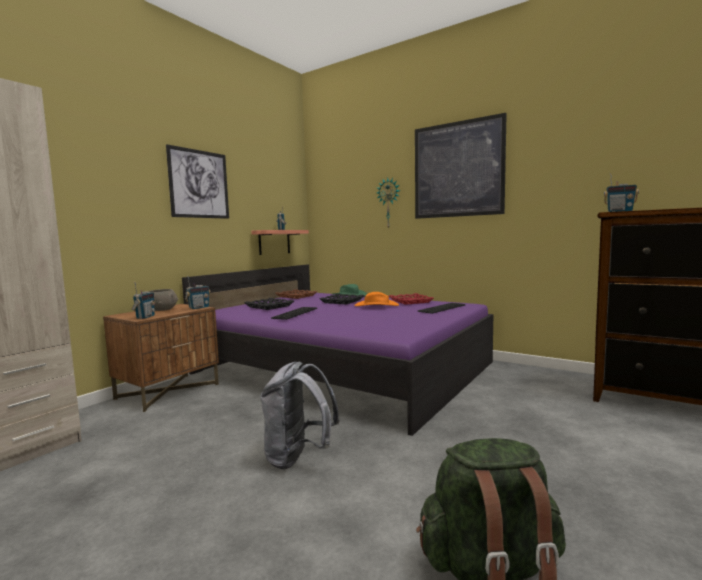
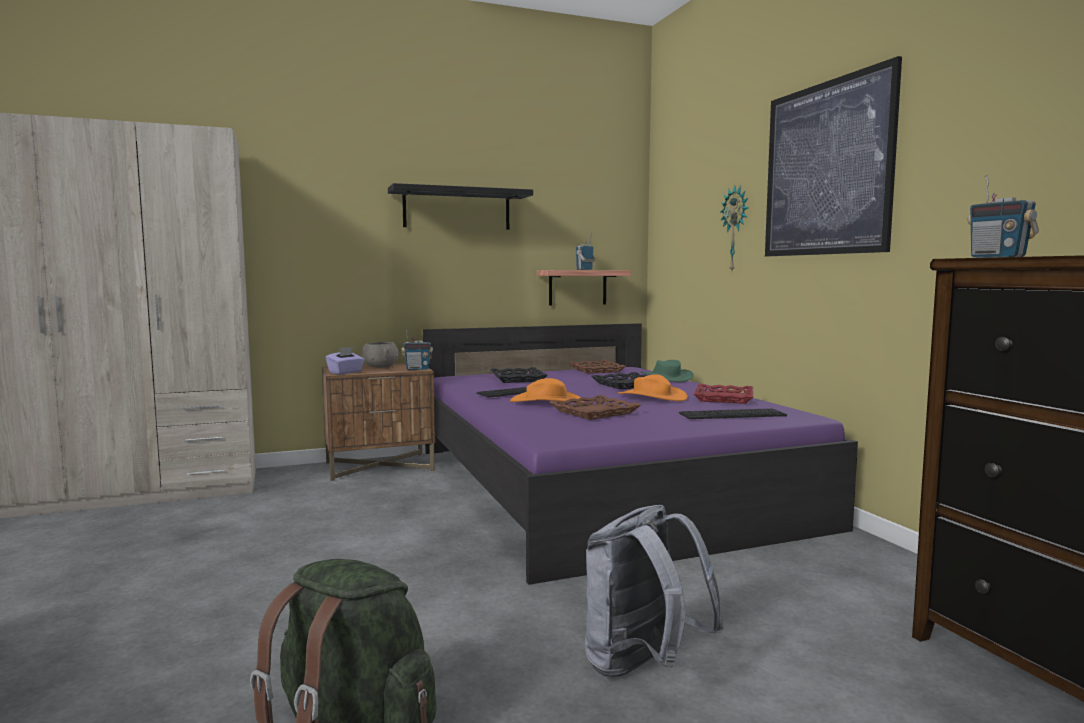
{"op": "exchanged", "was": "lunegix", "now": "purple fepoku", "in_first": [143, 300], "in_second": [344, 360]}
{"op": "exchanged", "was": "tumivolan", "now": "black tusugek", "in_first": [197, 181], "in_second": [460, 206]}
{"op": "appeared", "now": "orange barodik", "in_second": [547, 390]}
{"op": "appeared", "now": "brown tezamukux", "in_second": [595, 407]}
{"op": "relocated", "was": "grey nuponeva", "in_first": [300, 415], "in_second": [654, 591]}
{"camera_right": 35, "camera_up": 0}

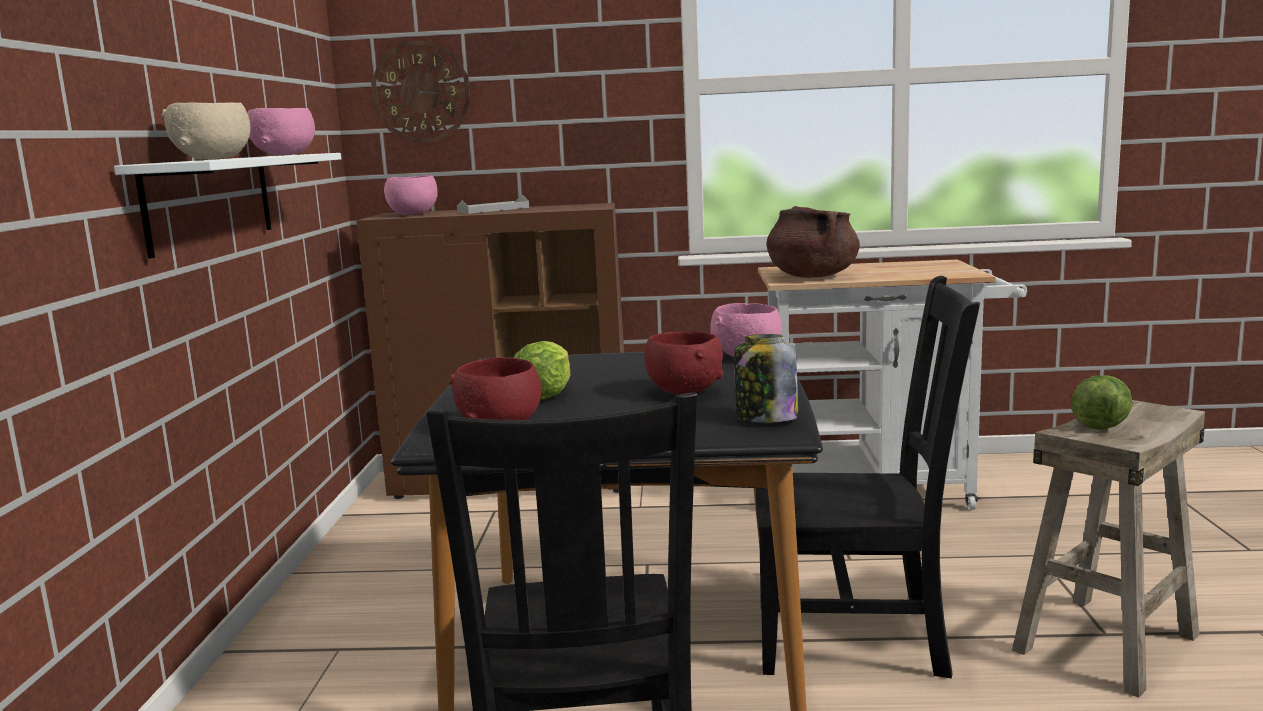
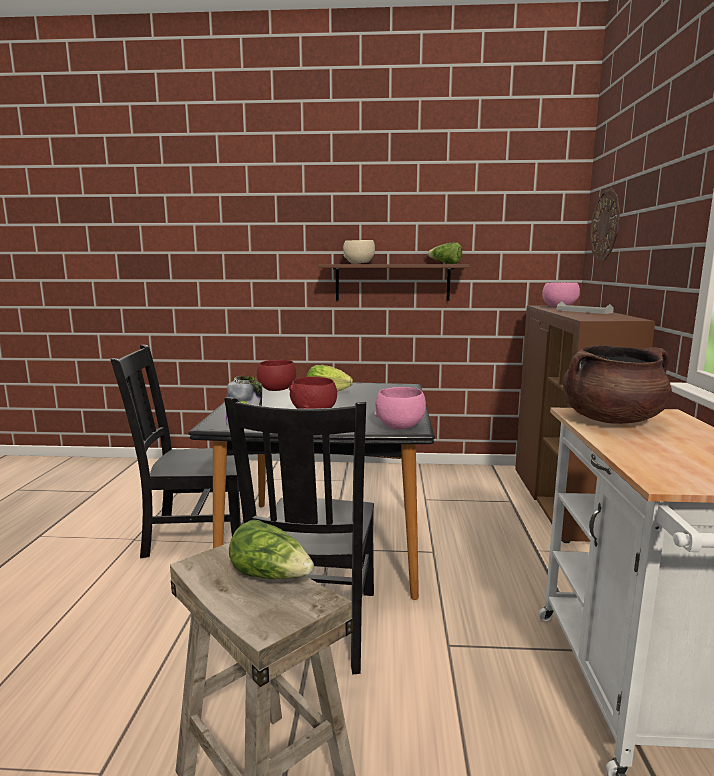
{"op": "colour", "was": "white tusugek", "now": "brown tusugek", "in_first": [227, 206], "in_second": [394, 282]}
{"op": "exchanged", "was": "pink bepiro", "now": "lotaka", "in_first": [281, 131], "in_second": [444, 253]}
{"camera_right": 90, "camera_up": 0}

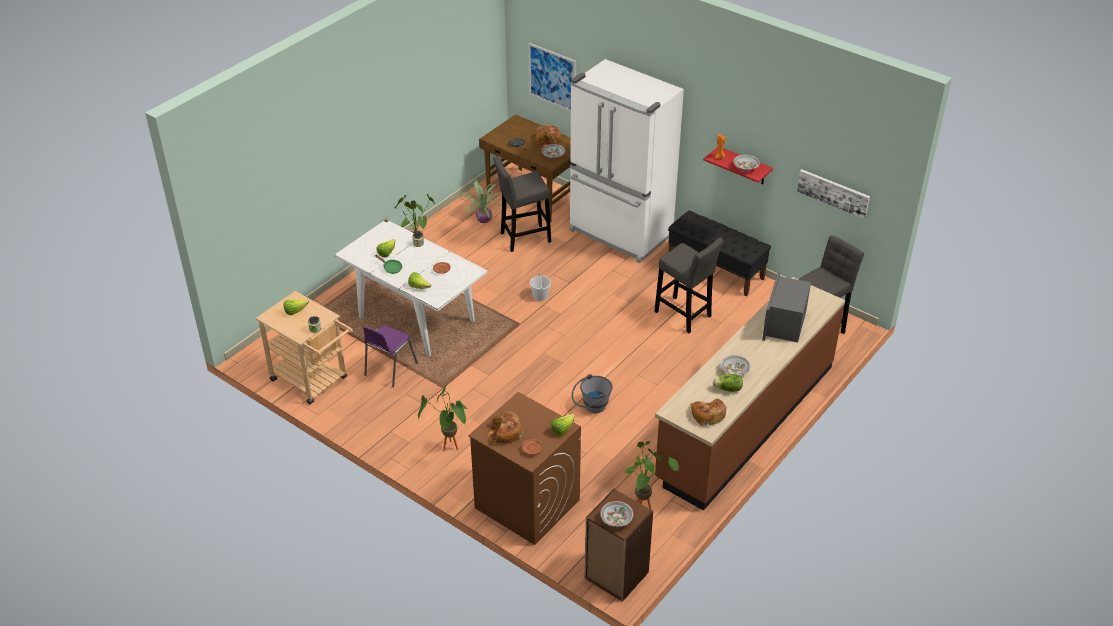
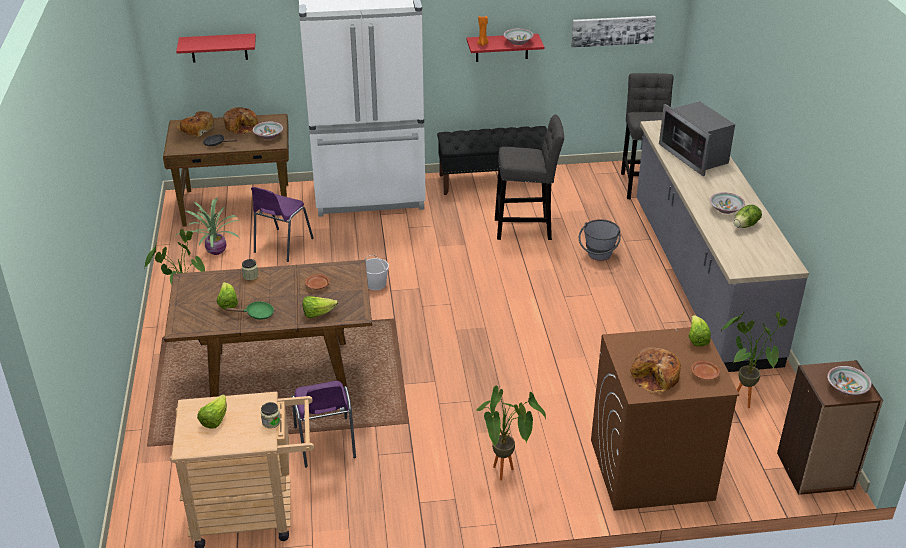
{"op": "colour", "was": "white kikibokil", "now": "brown kikibokil", "in_first": [411, 288], "in_second": [268, 328]}
{"op": "exchanged", "was": "tumivolan", "now": "red tusugek", "in_first": [552, 77], "in_second": [216, 47]}
{"op": "relocated", "was": "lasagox", "in_first": [708, 412], "in_second": [195, 123]}
{"op": "exchanged", "was": "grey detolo", "now": "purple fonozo", "in_first": [522, 204], "in_second": [282, 224]}
{"op": "relocated", "was": "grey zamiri", "in_first": [592, 393], "in_second": [600, 240]}
{"op": "colour", "was": "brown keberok", "now": "grey keberok", "in_first": [750, 394], "in_second": [722, 246]}
{"camera_right": -45, "camera_up": -5}

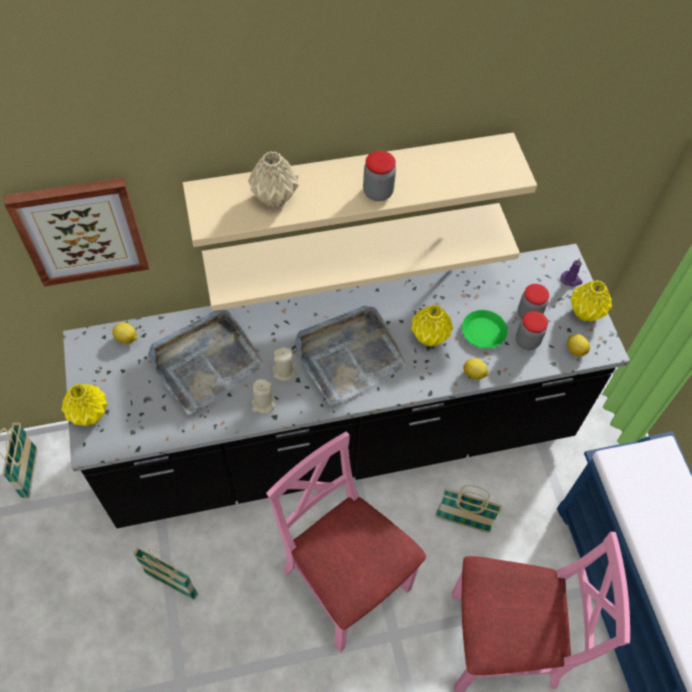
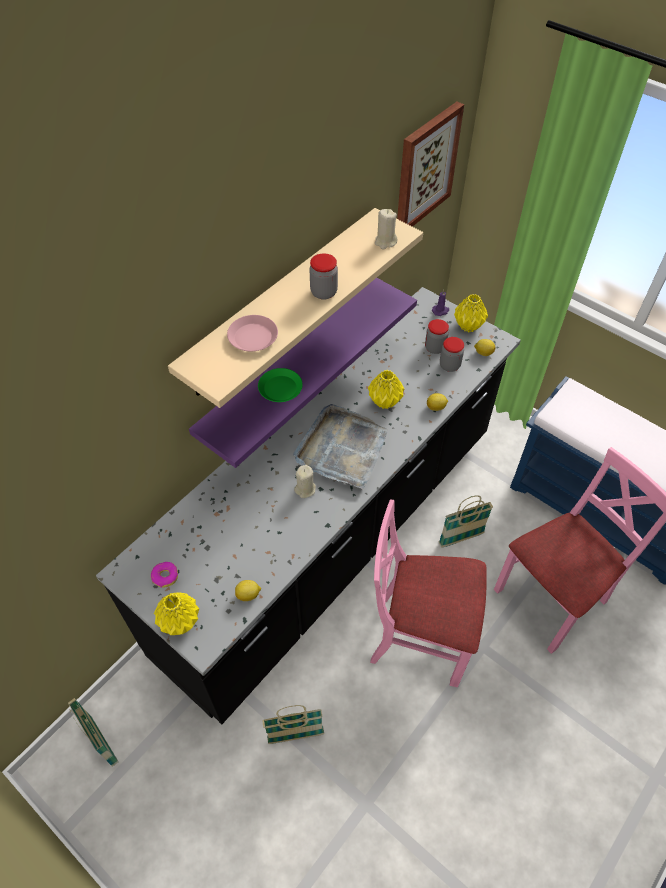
{"op": "appeared", "now": "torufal", "in_second": [164, 575]}
{"op": "colour", "was": "beige tusugek", "now": "purple tusugek", "in_first": [361, 257], "in_second": [303, 373]}
{"op": "exchanged", "was": "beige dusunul", "now": "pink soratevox", "in_first": [273, 179], "in_second": [252, 333]}
{"op": "relocated", "was": "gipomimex", "in_first": [124, 333], "in_second": [248, 590]}
{"op": "relocated", "was": "green soratevox", "in_first": [484, 329], "in_second": [280, 385]}
{"op": "relocated", "was": "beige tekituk", "in_first": [263, 396], "in_second": [386, 229]}
{"op": "relocated", "was": "tumivolan", "in_first": [76, 232], "in_second": [430, 164]}
{"op": "missing", "was": "grey tezamukux", "in_first": [206, 362]}
{"camera_right": -35, "camera_up": -5}

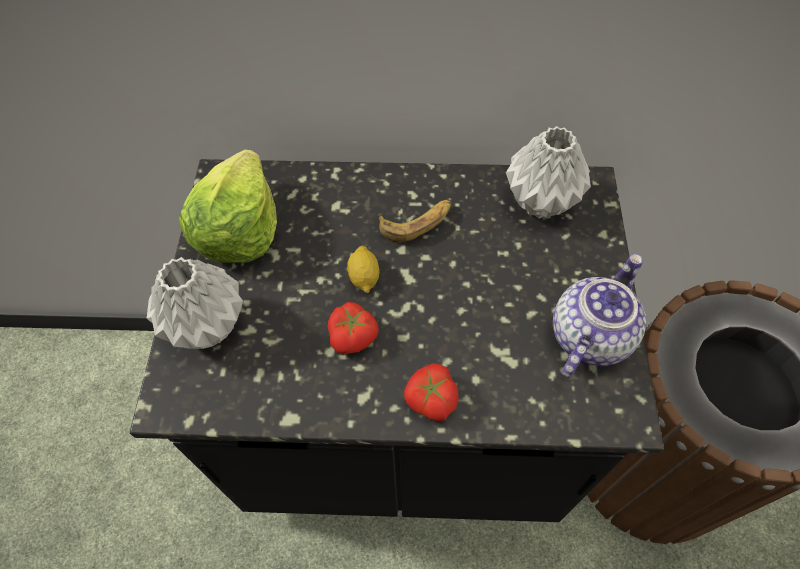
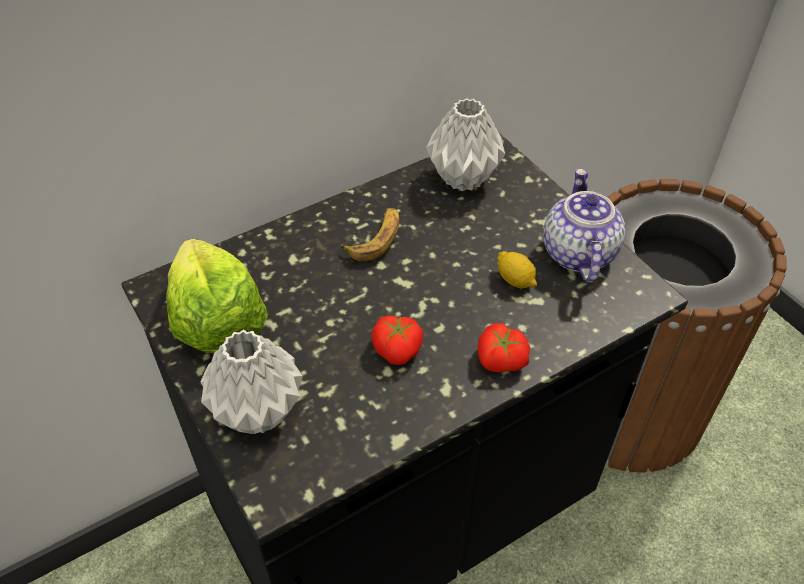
{"op": "relocated", "was": "gipomimex", "in_first": [363, 269], "in_second": [517, 270]}
{"camera_right": -35, "camera_up": -10}

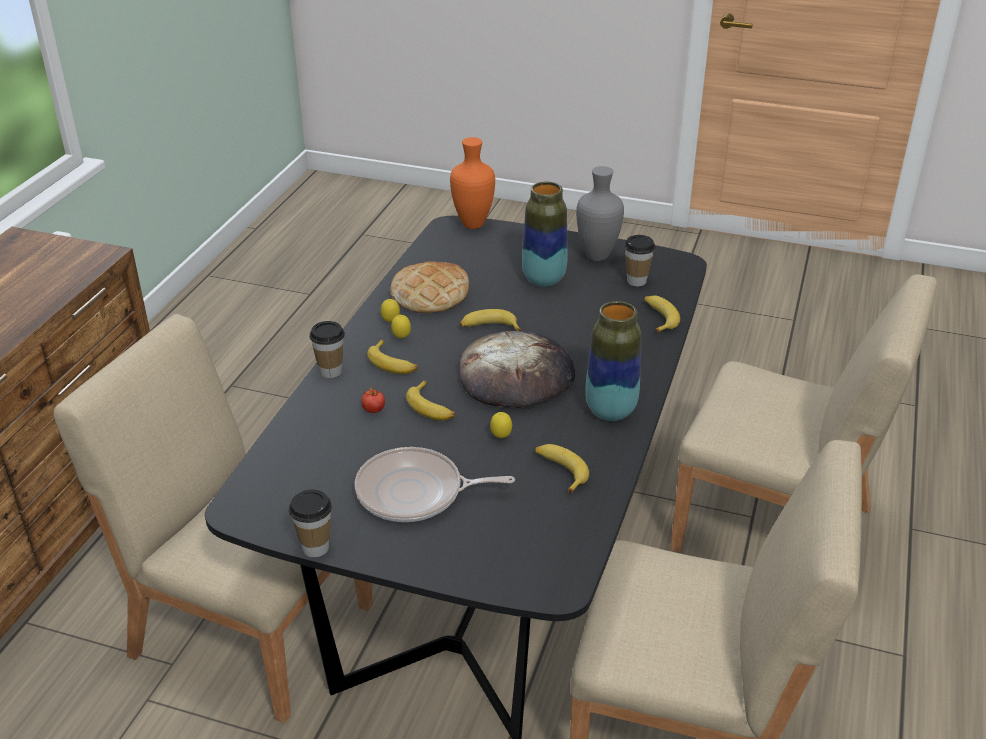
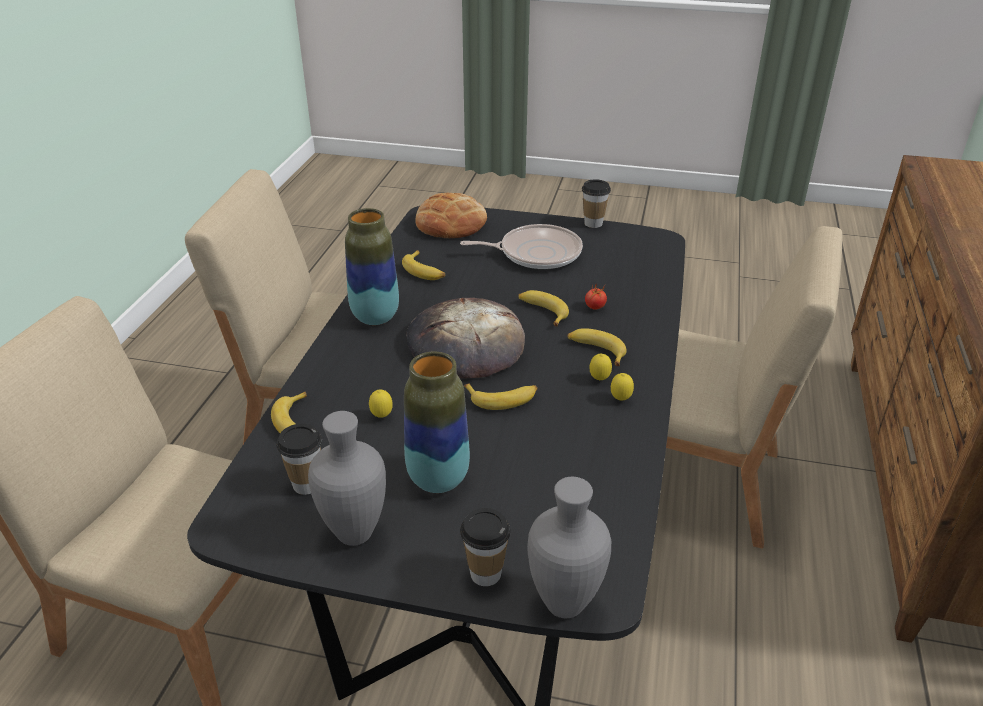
{"op": "relocated", "was": "gipomimex", "in_first": [501, 425], "in_second": [381, 404]}
{"op": "relocated", "was": "lasagox", "in_first": [429, 287], "in_second": [451, 215]}
{"op": "relocated", "was": "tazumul", "in_first": [327, 349], "in_second": [485, 547]}
{"op": "colour", "was": "orange dusunul", "now": "grey dusunul", "in_first": [472, 183], "in_second": [569, 547]}
{"camera_right": 175, "camera_up": 0}

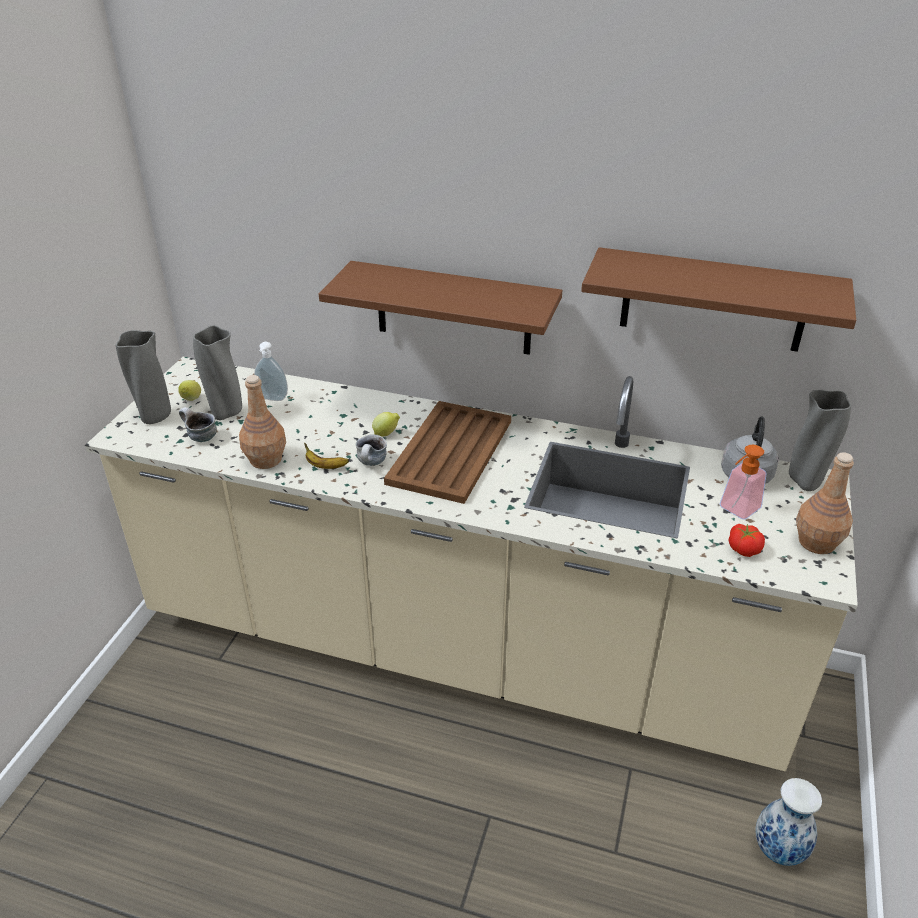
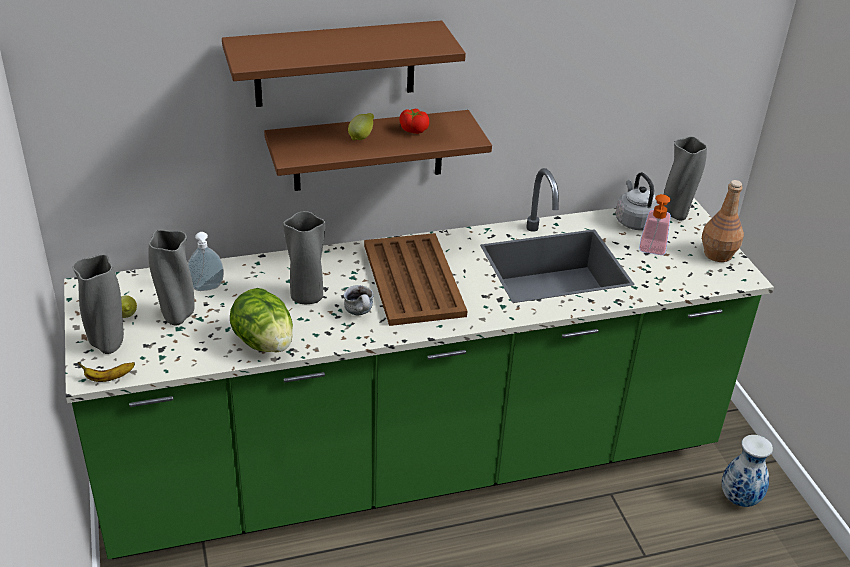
{"op": "colour", "was": "beige keberok", "now": "green keberok", "in_first": [471, 564], "in_second": [419, 363]}
{"op": "relocated", "was": "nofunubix", "in_first": [326, 456], "in_second": [106, 372]}
{"op": "relocated", "was": "brown tusugek", "in_first": [718, 299], "in_second": [344, 63]}
{"op": "exchanged", "was": "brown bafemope", "now": "lotaka", "in_first": [262, 422], "in_second": [261, 320]}
{"op": "appeared", "now": "grey dusunul", "in_second": [304, 257]}
{"op": "relocated", "was": "gipomimex", "in_first": [386, 424], "in_second": [361, 126]}
{"op": "relocated", "was": "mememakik", "in_first": [747, 540], "in_second": [414, 121]}
{"op": "missing", "was": "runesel", "in_first": [198, 424]}
{"camera_right": -35, "camera_up": 0}

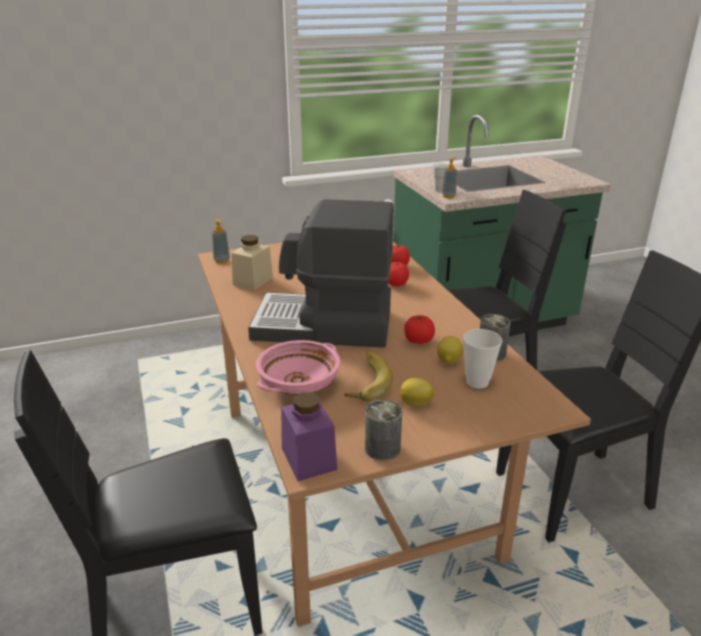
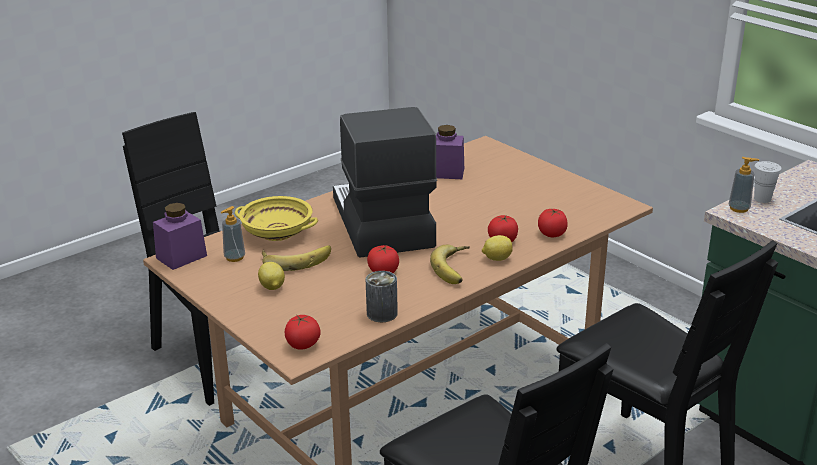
{"op": "relocated", "was": "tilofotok", "in_first": [221, 241], "in_second": [233, 234]}
{"op": "colour", "was": "pink bepiro", "now": "yellow bepiro", "in_first": [298, 367], "in_second": [276, 218]}
{"op": "appeared", "now": "mememakik", "in_second": [302, 332]}
{"op": "appeared", "now": "nofunubix", "in_second": [450, 264]}
{"op": "colour", "was": "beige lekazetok", "now": "purple lekazetok", "in_first": [252, 262], "in_second": [450, 152]}
{"op": "relocated", "was": "gipomimex", "in_first": [450, 350], "in_second": [497, 248]}
{"op": "missing", "was": "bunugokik", "in_first": [383, 430]}
{"op": "missing", "was": "tazumul", "in_first": [482, 359]}
{"camera_right": 70, "camera_up": 0}

